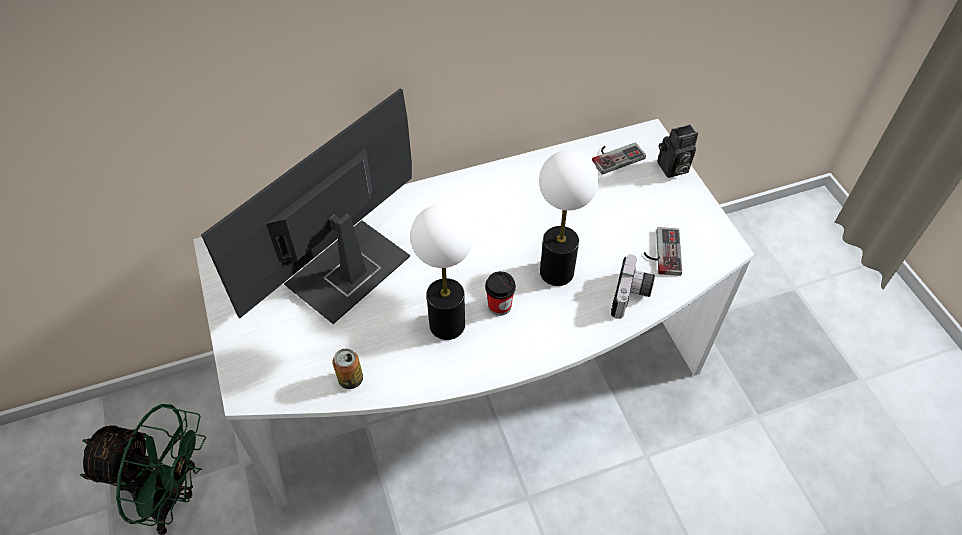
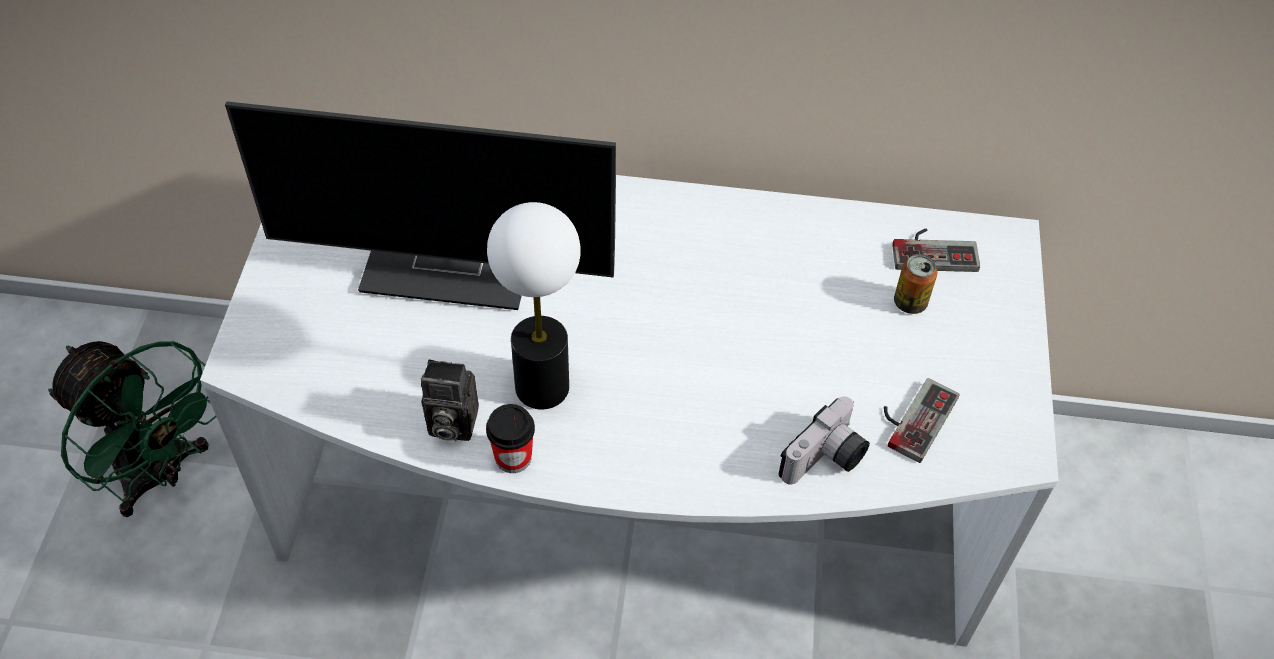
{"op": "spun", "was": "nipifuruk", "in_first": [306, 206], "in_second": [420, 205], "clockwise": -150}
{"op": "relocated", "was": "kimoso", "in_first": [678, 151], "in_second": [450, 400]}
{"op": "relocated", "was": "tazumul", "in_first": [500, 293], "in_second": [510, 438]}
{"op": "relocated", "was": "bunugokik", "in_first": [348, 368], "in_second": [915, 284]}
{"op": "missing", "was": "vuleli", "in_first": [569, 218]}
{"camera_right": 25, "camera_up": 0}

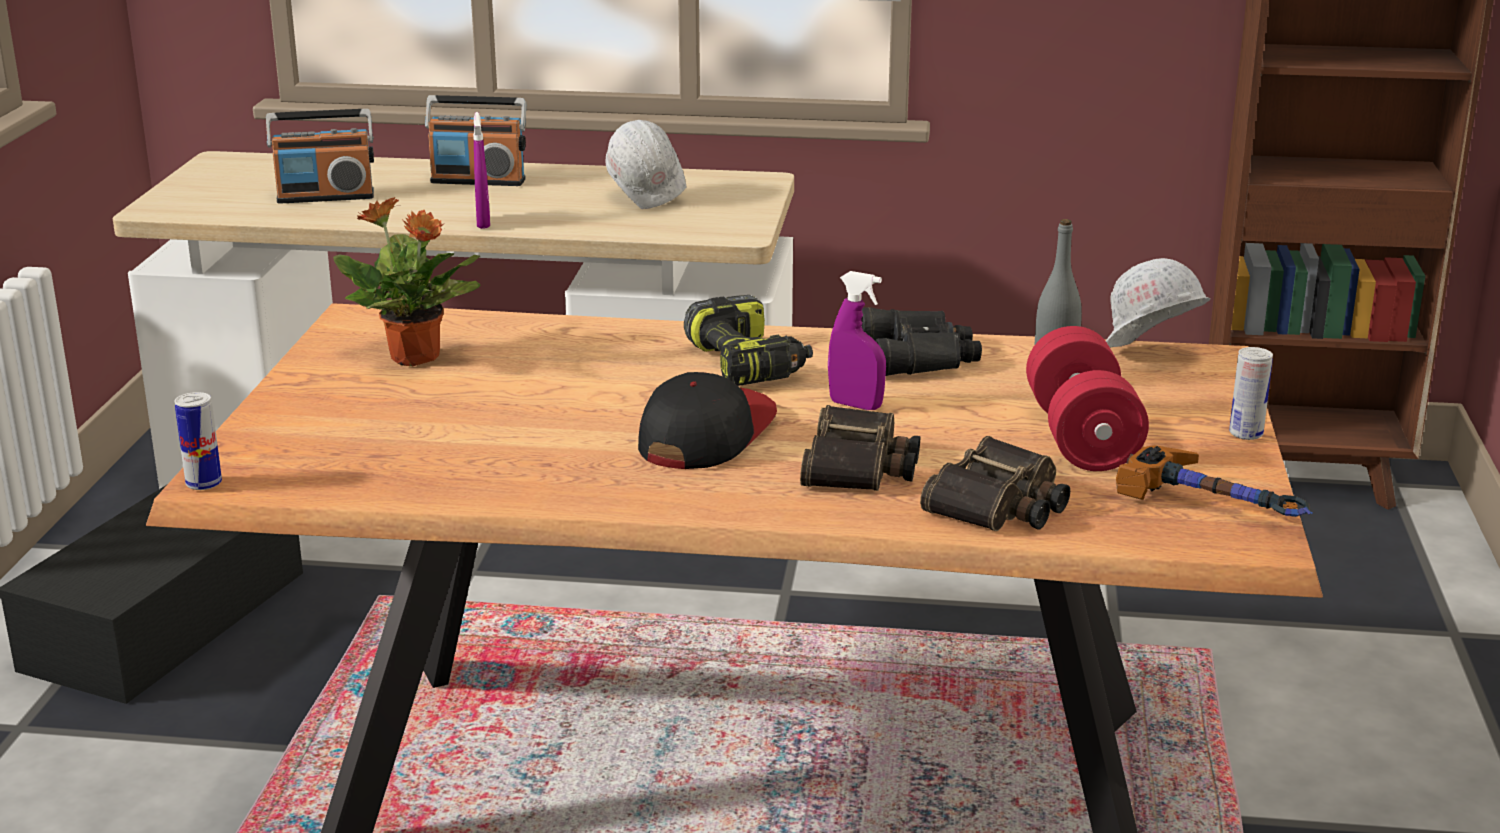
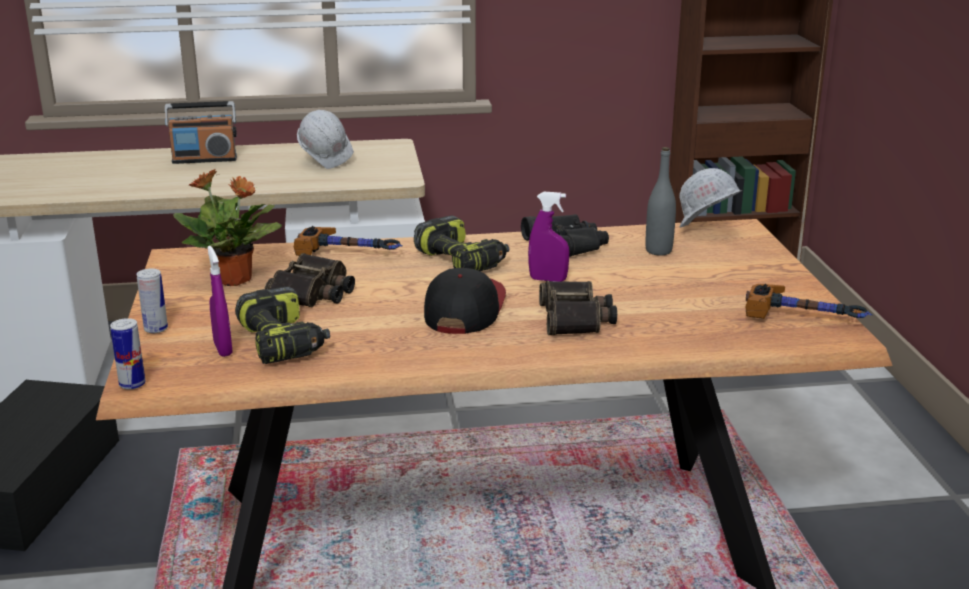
{"op": "relocated", "was": "bunugokik", "in_first": [1251, 393], "in_second": [152, 301]}
{"op": "relocated", "was": "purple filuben", "in_first": [481, 170], "in_second": [220, 301]}
{"op": "appeared", "now": "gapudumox", "in_second": [282, 325]}
{"op": "relocated", "was": "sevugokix", "in_first": [995, 483], "in_second": [310, 280]}
{"op": "appeared", "now": "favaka", "in_second": [348, 241]}
{"op": "missing", "was": "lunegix", "in_first": [320, 156]}
{"op": "missing", "was": "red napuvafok", "in_first": [1087, 398]}
{"camera_right": -15, "camera_up": 0}

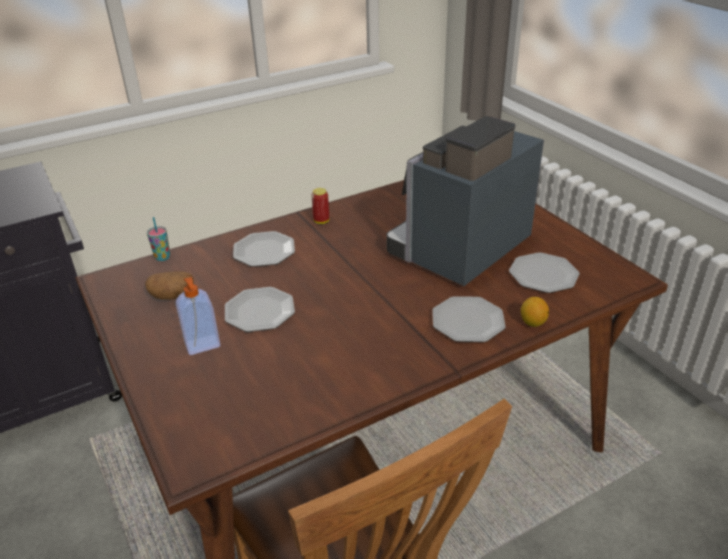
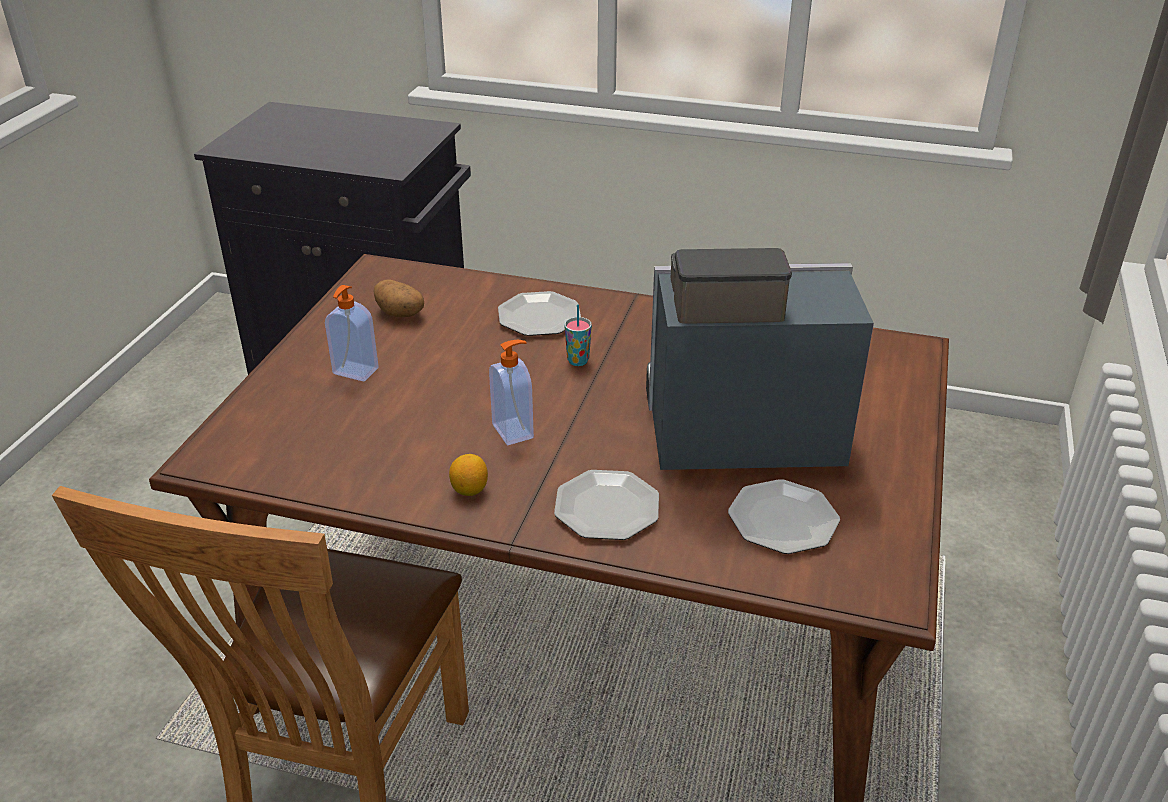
{"op": "relocated", "was": "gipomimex", "in_first": [535, 312], "in_second": [468, 475]}
{"op": "appeared", "now": "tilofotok", "in_second": [511, 392]}
{"op": "relocated", "was": "tazumul", "in_first": [158, 239], "in_second": [578, 335]}
{"op": "missing", "was": "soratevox", "in_first": [260, 309]}
{"op": "missing", "was": "bunugokik", "in_first": [320, 206]}
{"camera_right": 45, "camera_up": 0}

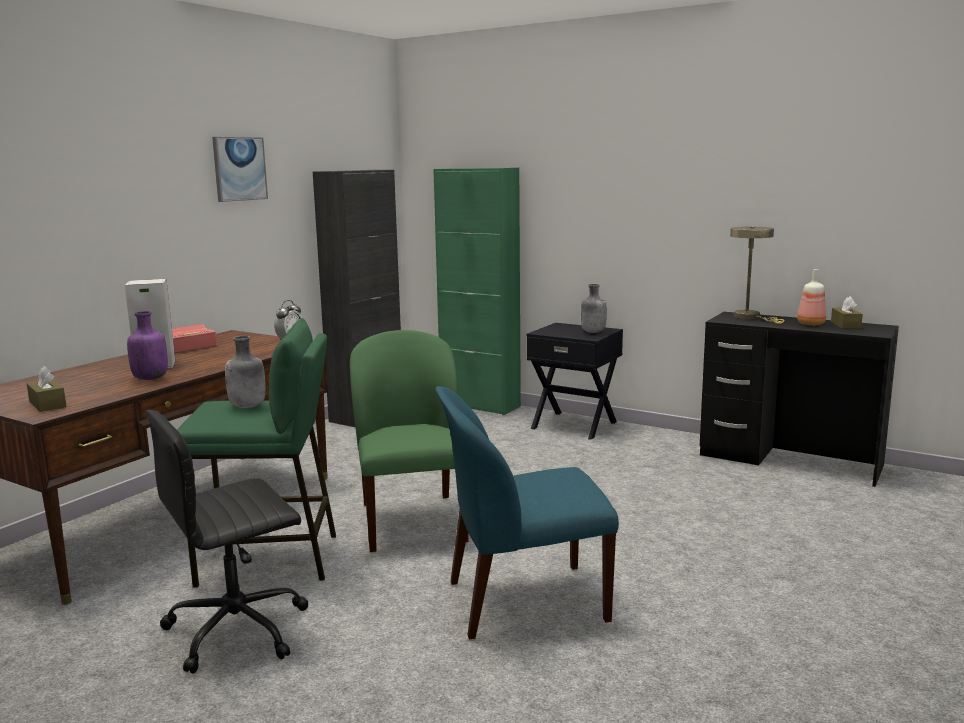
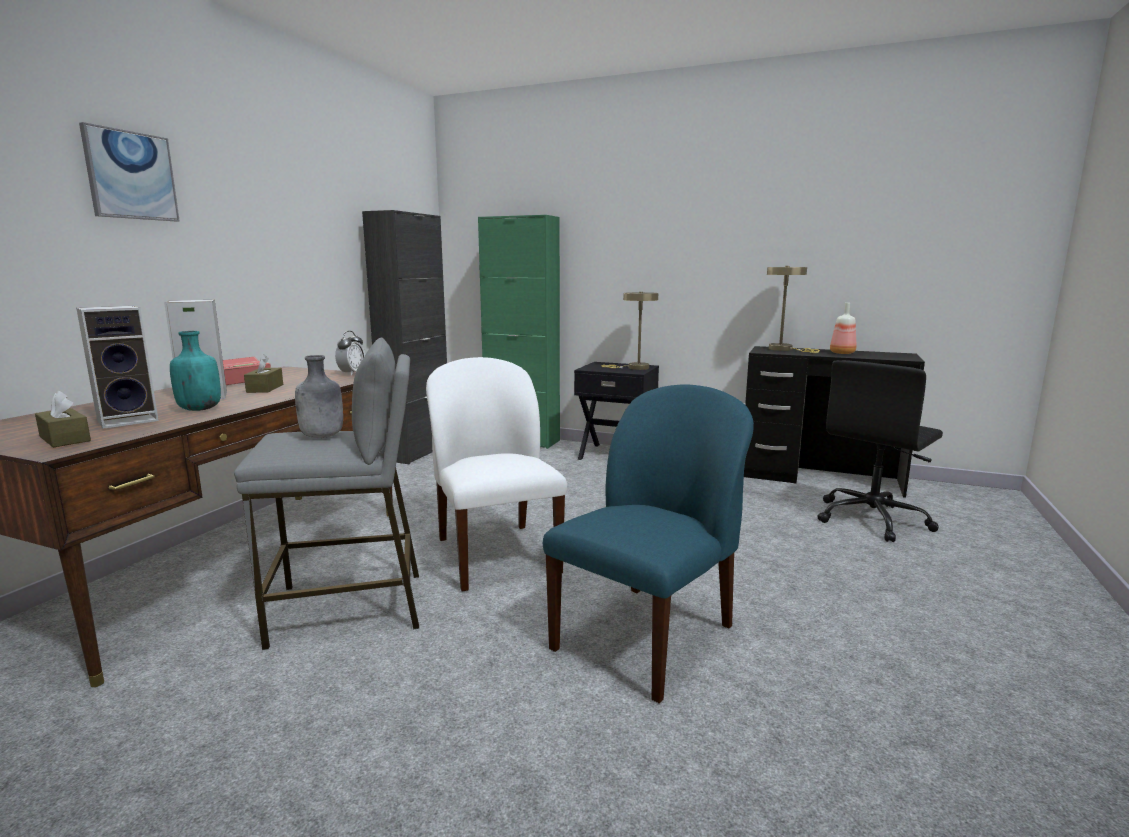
{"op": "appeared", "now": "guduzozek", "in_second": [117, 367]}
{"op": "relocated", "was": "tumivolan", "in_first": [240, 169], "in_second": [129, 171]}
{"op": "colour", "was": "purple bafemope", "now": "turquoise bafemope", "in_first": [147, 345], "in_second": [195, 371]}
{"op": "colour", "was": "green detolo", "now": "grey detolo", "in_first": [256, 453], "in_second": [326, 494]}
{"op": "relocated", "was": "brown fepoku", "in_first": [847, 312], "in_second": [263, 373]}
{"op": "colour", "was": "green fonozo", "now": "white fonozo", "in_first": [409, 441], "in_second": [496, 474]}
{"op": "spun", "was": "blue fonozo", "in_first": [527, 512], "in_second": [648, 544], "clockwise": 150}
{"op": "exchanged", "was": "grey bafemope", "now": "beige vuleli", "in_first": [594, 308], "in_second": [629, 331]}
{"op": "relocated", "was": "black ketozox", "in_first": [227, 542], "in_second": [880, 451]}
{"camera_right": -10, "camera_up": 0}

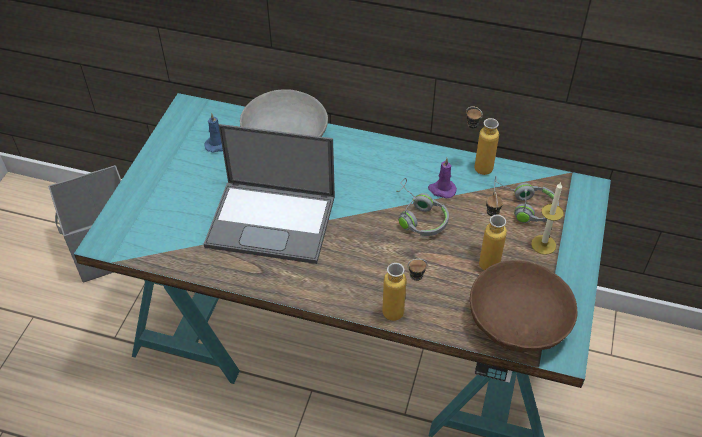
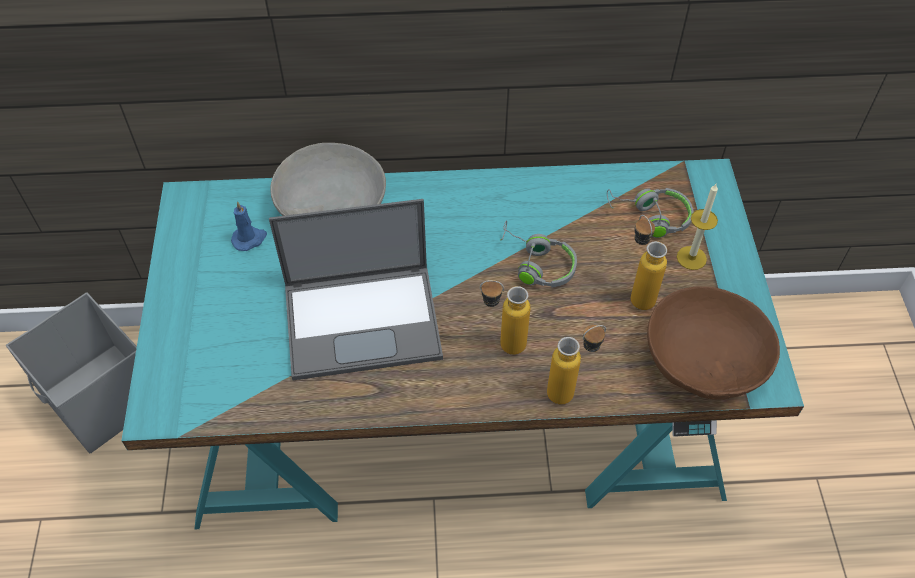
{"op": "relocated", "was": "bafemope", "in_first": [482, 140], "in_second": [505, 317]}
{"op": "missing", "was": "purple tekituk", "in_first": [442, 178]}
{"camera_right": -20, "camera_up": 5}

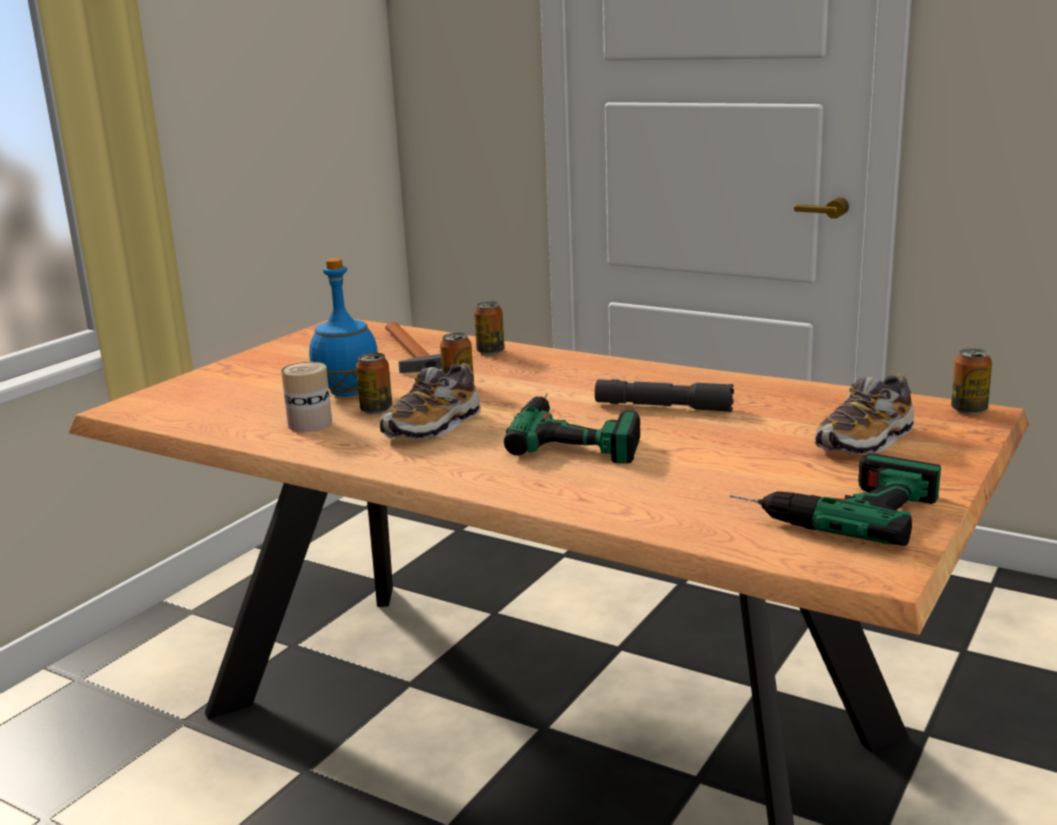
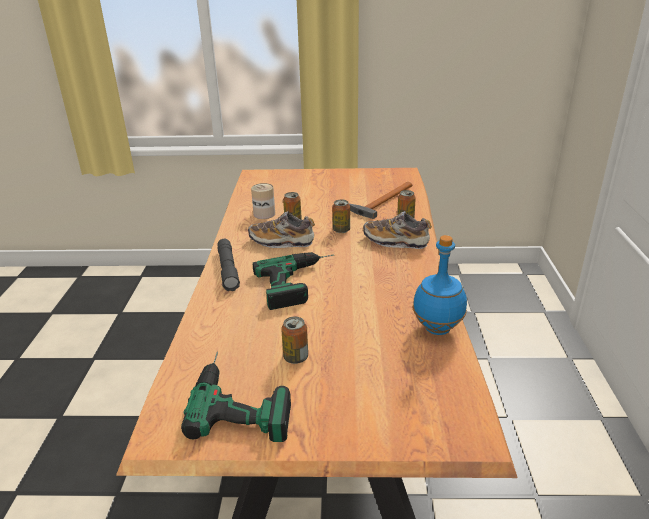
{"op": "relocated", "was": "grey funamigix", "in_first": [664, 395], "in_second": [228, 265]}
{"op": "relocated", "was": "bunugokik", "in_first": [971, 381], "in_second": [294, 340]}
{"op": "relocated", "was": "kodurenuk", "in_first": [864, 414], "in_second": [397, 230]}
{"op": "relocated", "was": "blue bafemope", "in_first": [343, 327], "in_second": [440, 285]}
{"camera_right": 60, "camera_up": 10}

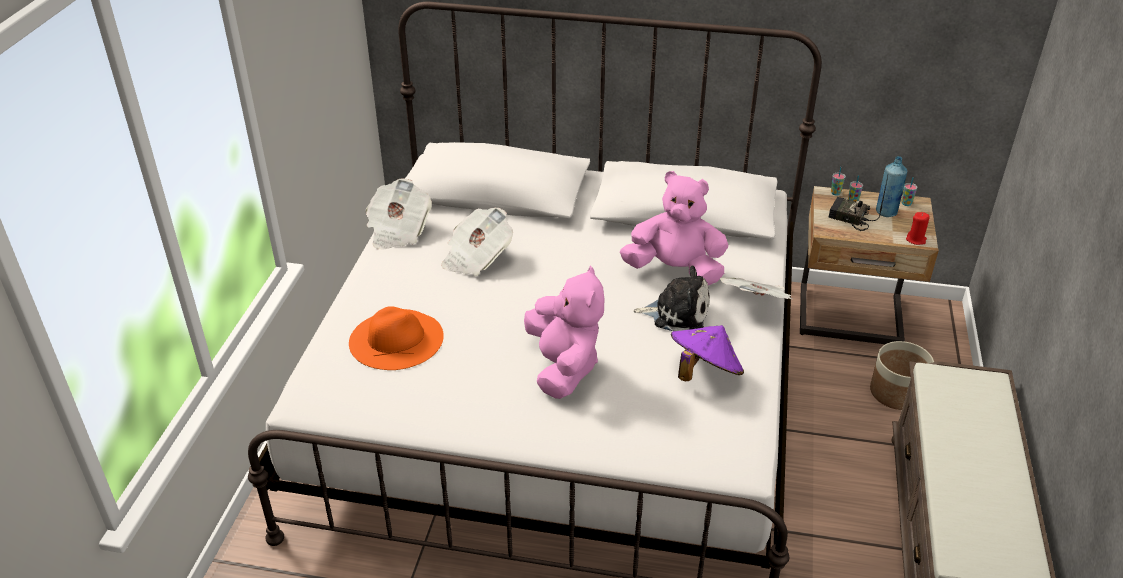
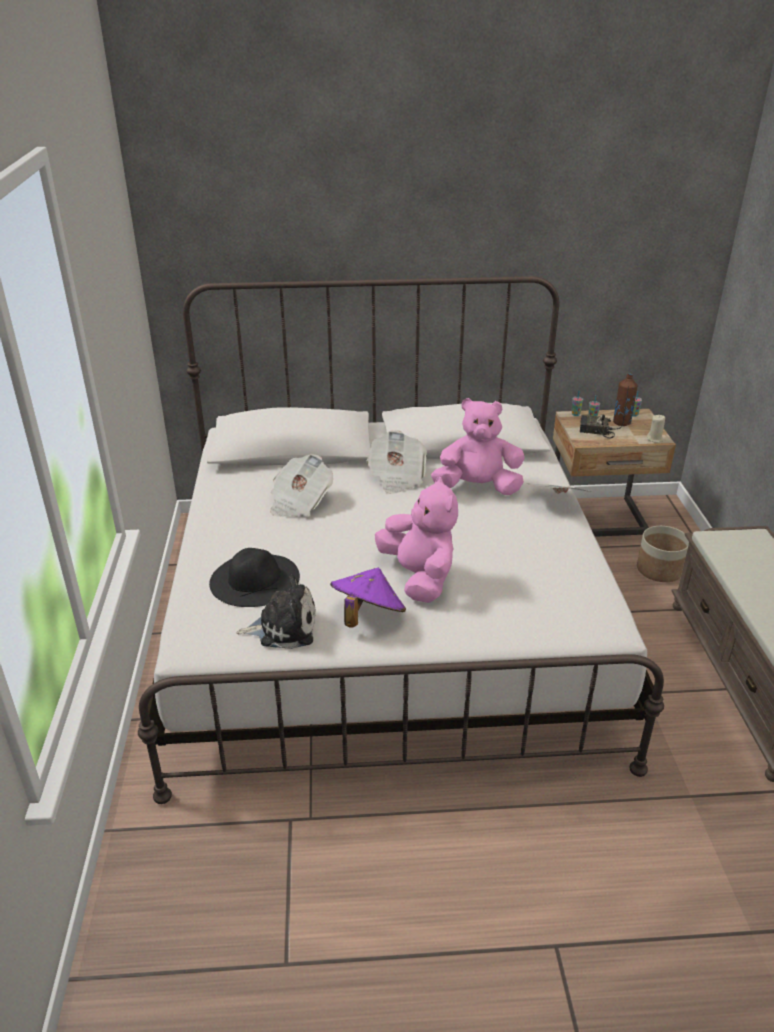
{"op": "colour", "was": "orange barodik", "now": "black barodik", "in_first": [396, 338], "in_second": [254, 577]}
{"op": "relocated", "was": "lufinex", "in_first": [671, 298], "in_second": [276, 612]}
{"op": "relocated", "was": "purple barodik", "in_first": [707, 353], "in_second": [368, 597]}
{"op": "relocated", "was": "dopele", "in_first": [398, 213], "in_second": [397, 462]}
{"op": "colour", "was": "blue bafemope", "now": "brown bafemope", "in_first": [891, 186], "in_second": [625, 399]}
{"op": "colour", "was": "red tekituk", "now": "beige tekituk", "in_first": [918, 228], "in_second": [656, 428]}
{"camera_right": -15, "camera_up": -5}

